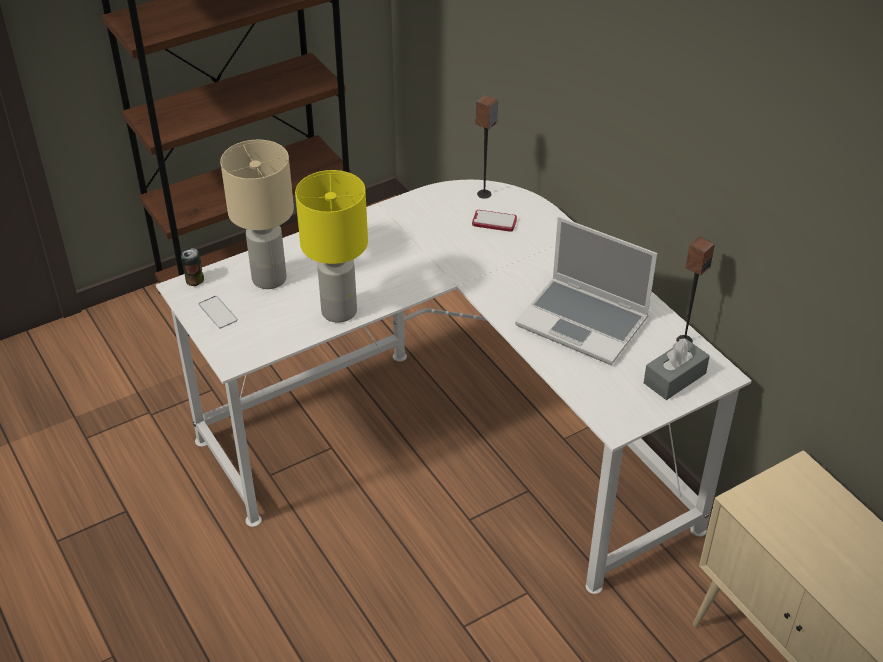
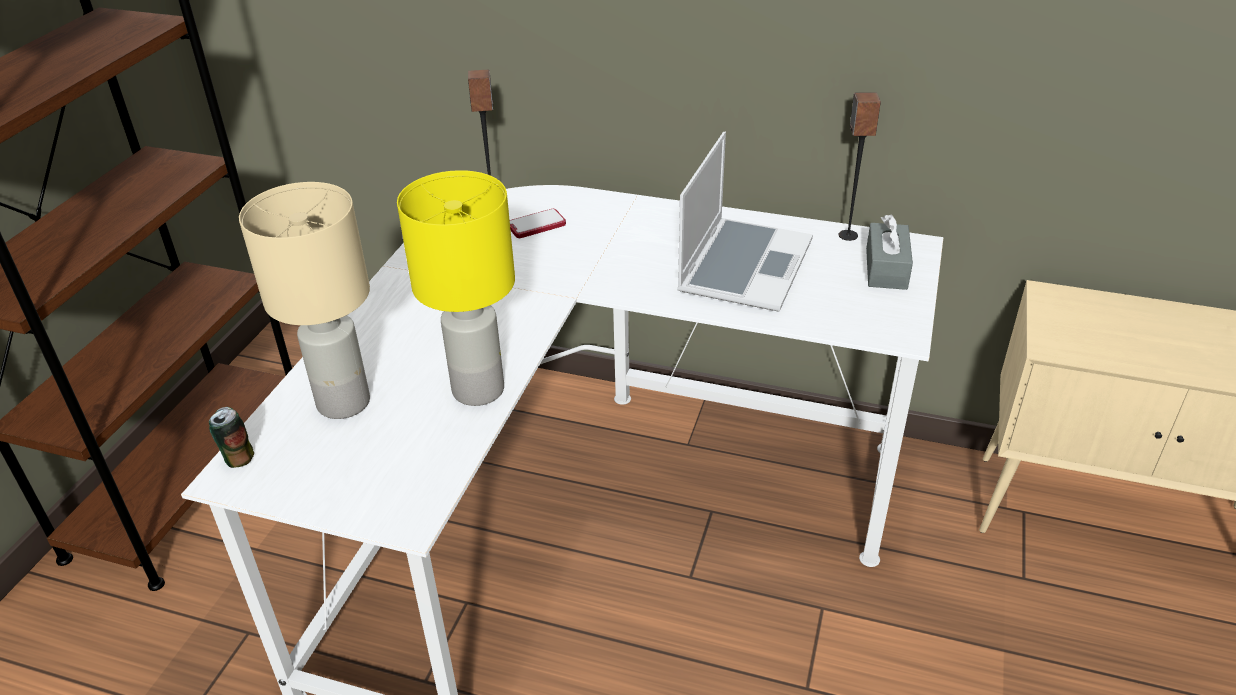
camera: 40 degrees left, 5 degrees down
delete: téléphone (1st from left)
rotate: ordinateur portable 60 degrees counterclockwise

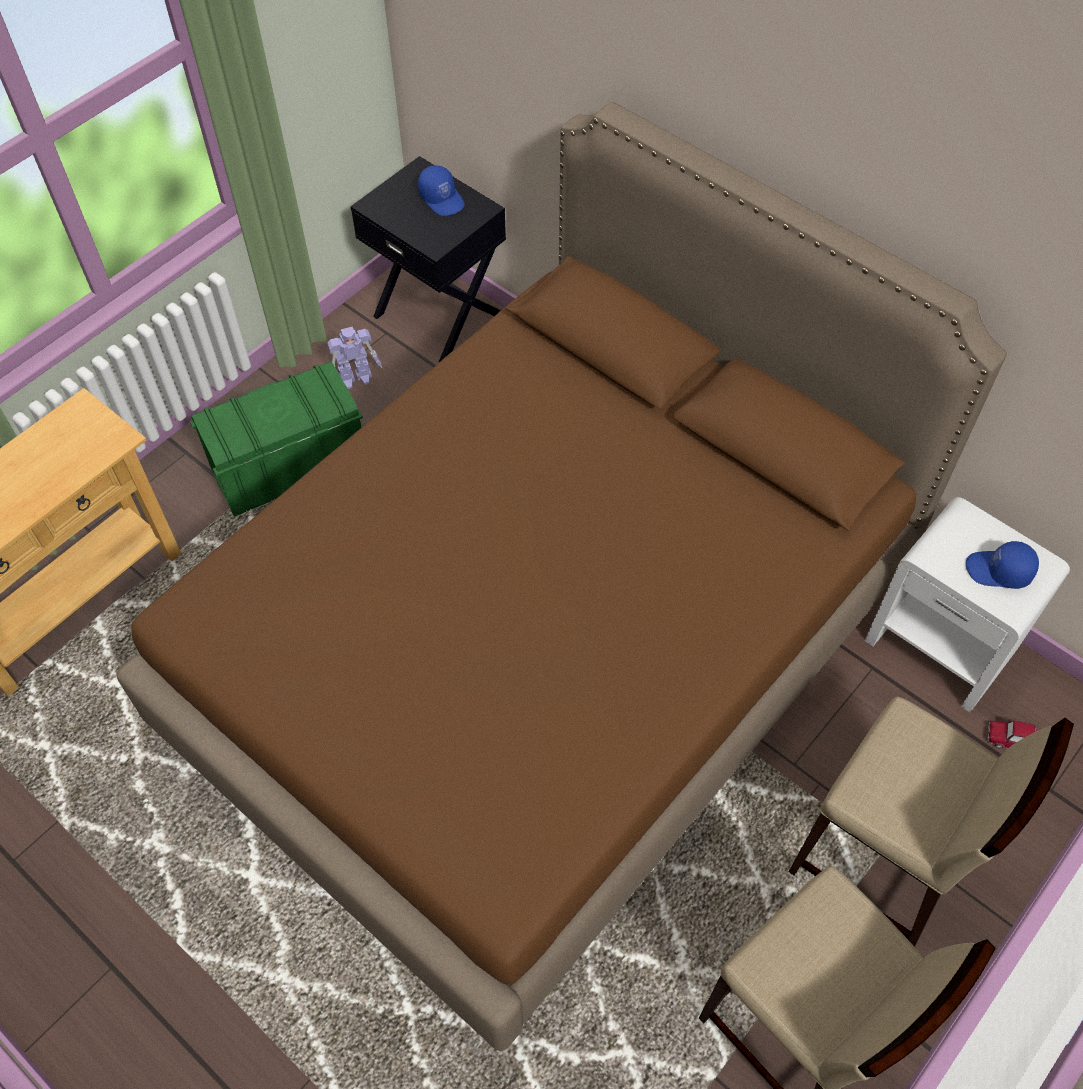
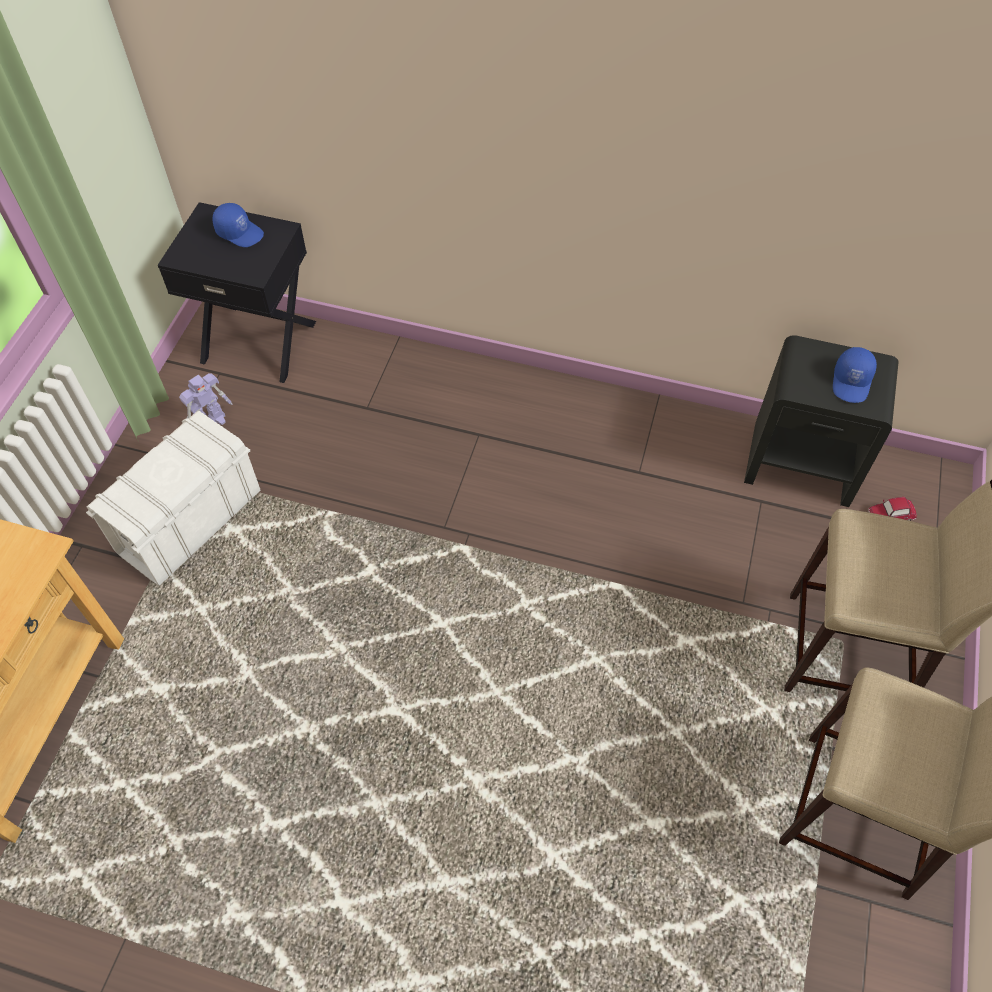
camera: 25 degrees left, 0 degrees up
delete: lit/marron
recolor: boîte de rangement/vert to boîte de rangement/blanc; table de chevet/blanc to table de chevet/noir (2nd from left)
rotate: casquette/bleu (2nd from left) 60 degrees counterclockwise

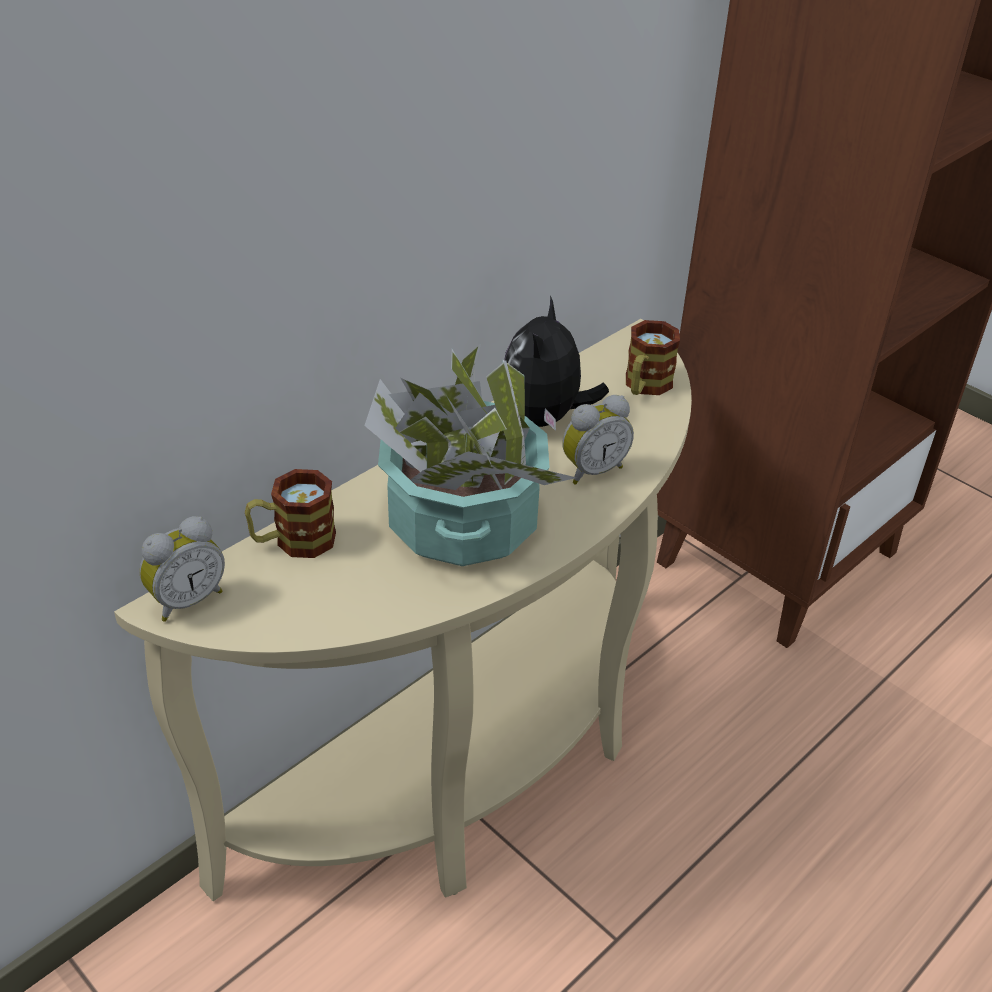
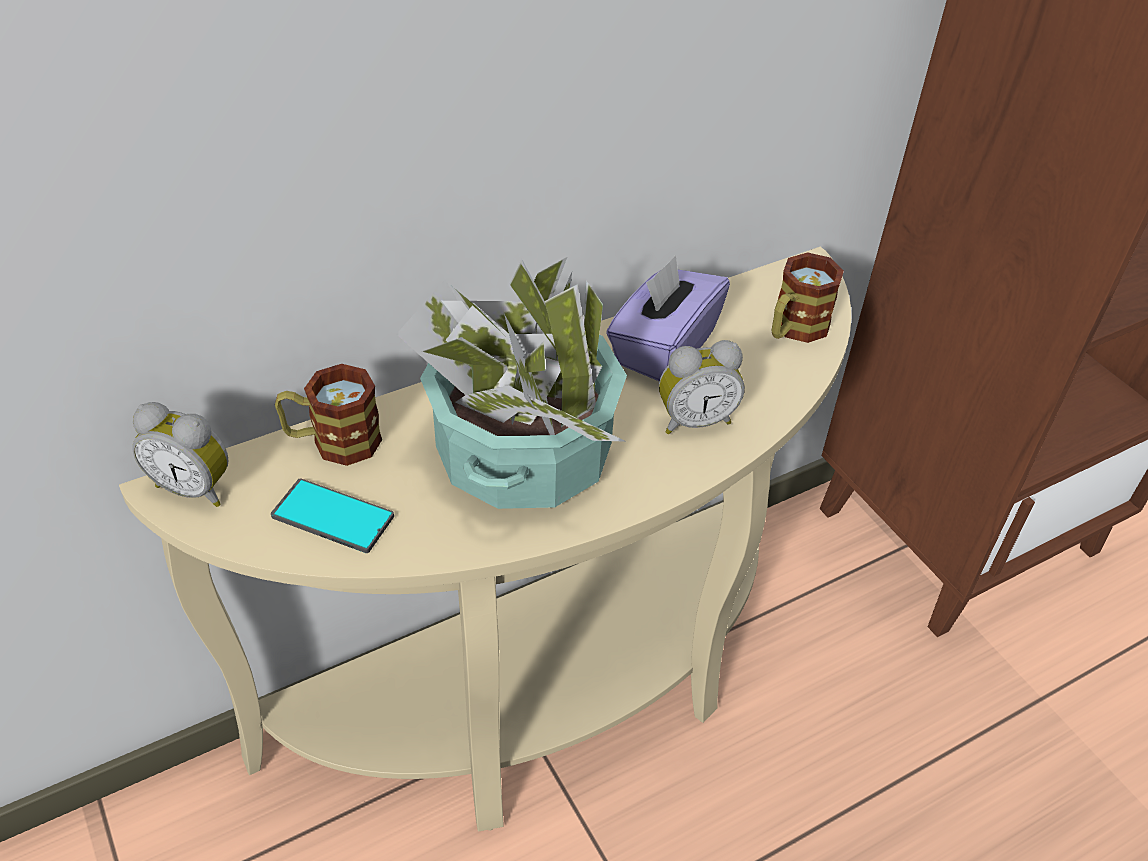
camera: 15 degrees right, 5 degrees up
insert: téléphone
replace: peluche to boîte à mouchoirs/violet
rotate: réveil (1st from left) 45 degrees clockwise

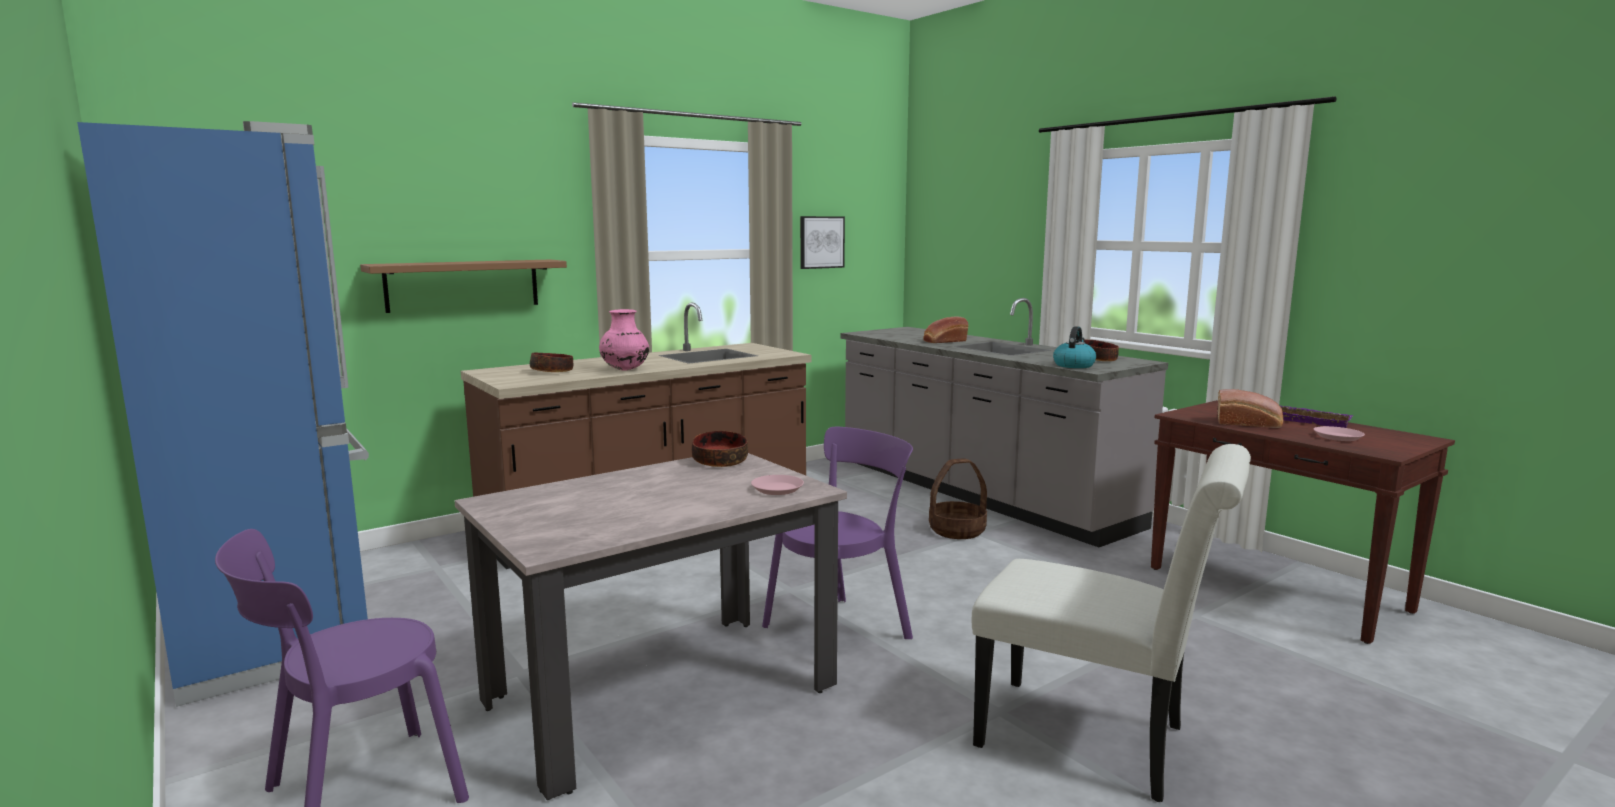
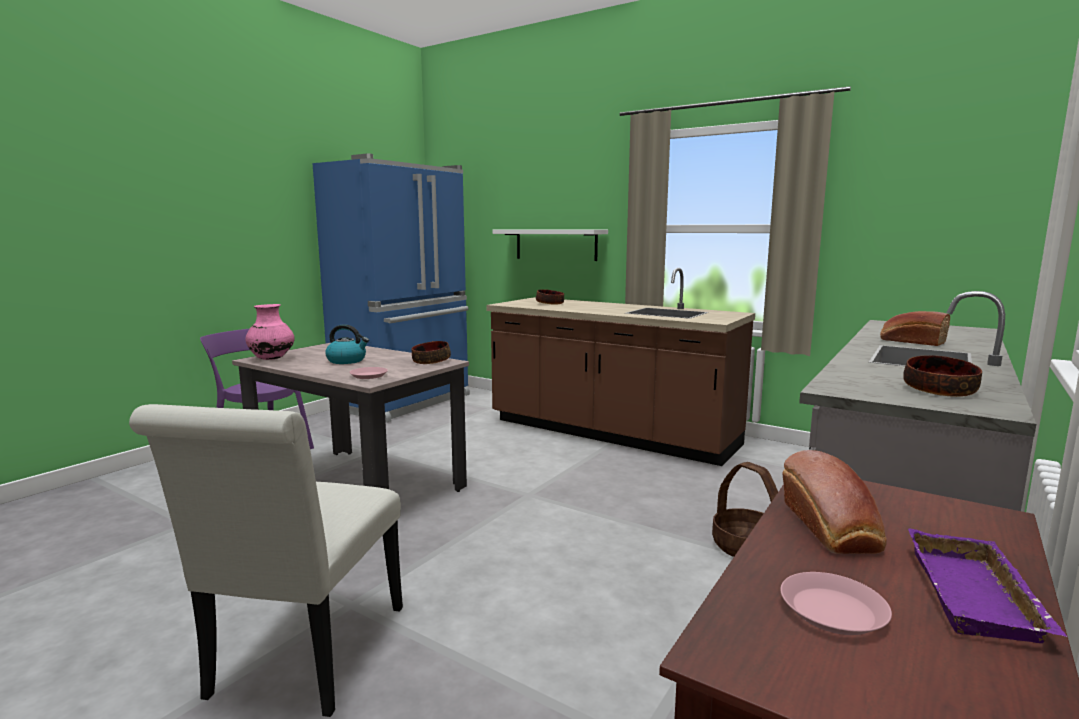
camera: 70 degrees right, 0 degrees up
delete: chaise/violet (2nd from left); tableau
move: vase/rose; bouilloire
recolor: étagère/marron to étagère/blanc

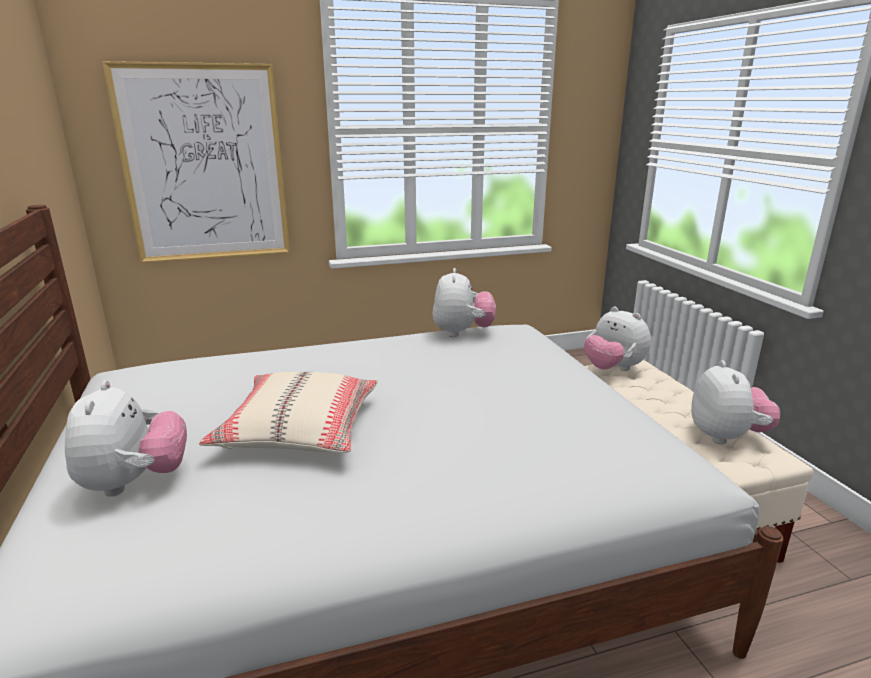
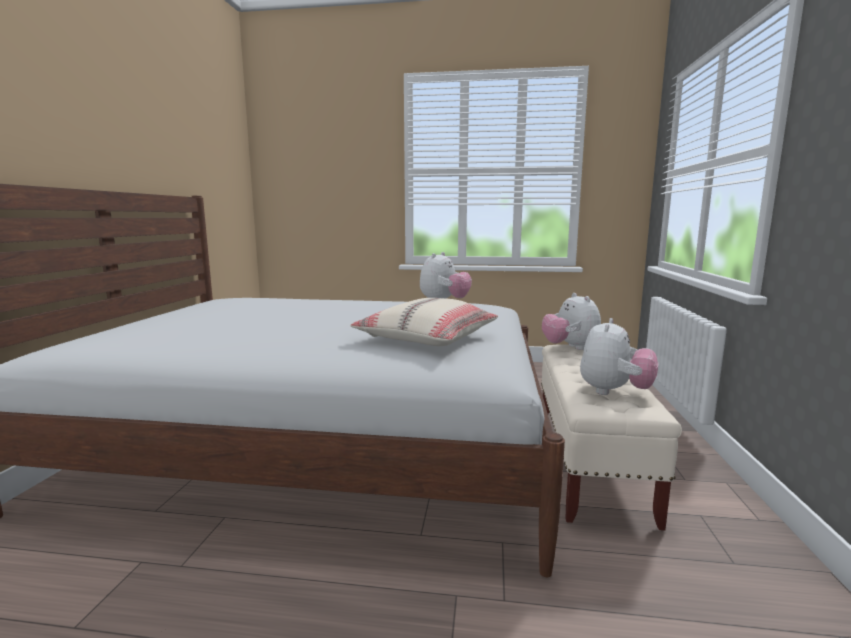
camera: 25 degrees right, 10 degrees down
delete: peluche (1st from left); tableau
move: coussin/beige

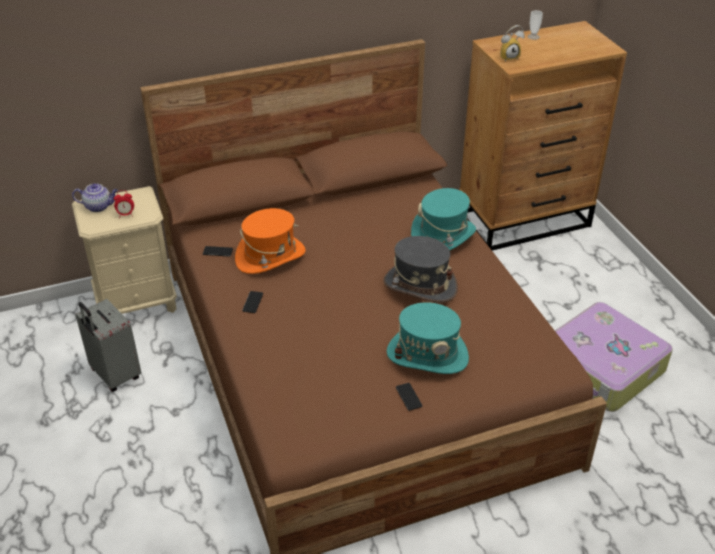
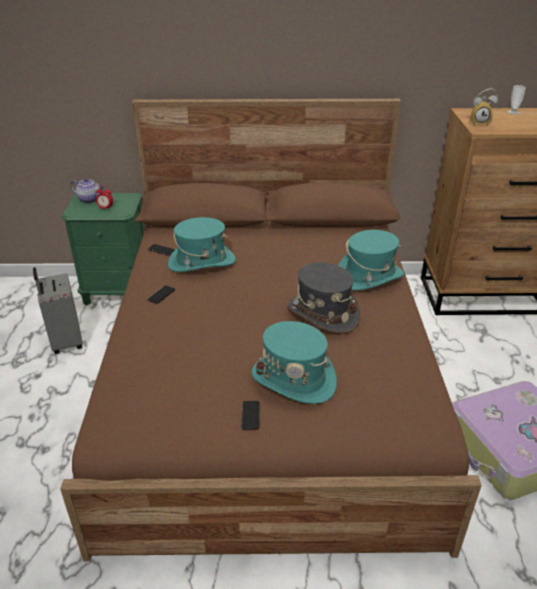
camera: 20 degrees right, 5 degrees down
recolor: table de chevet/beige to table de chevet/vert; chapeau/orange to chapeau/turquoise (1st from left)

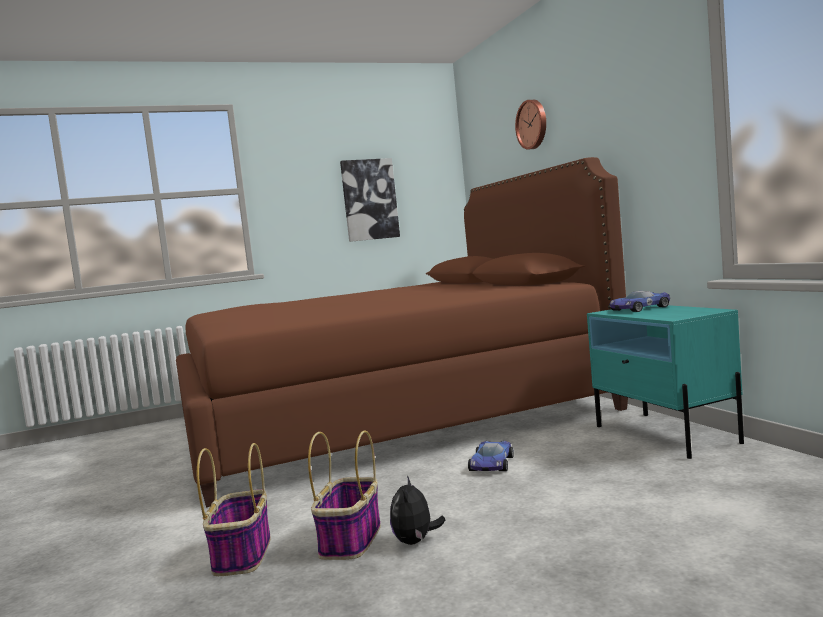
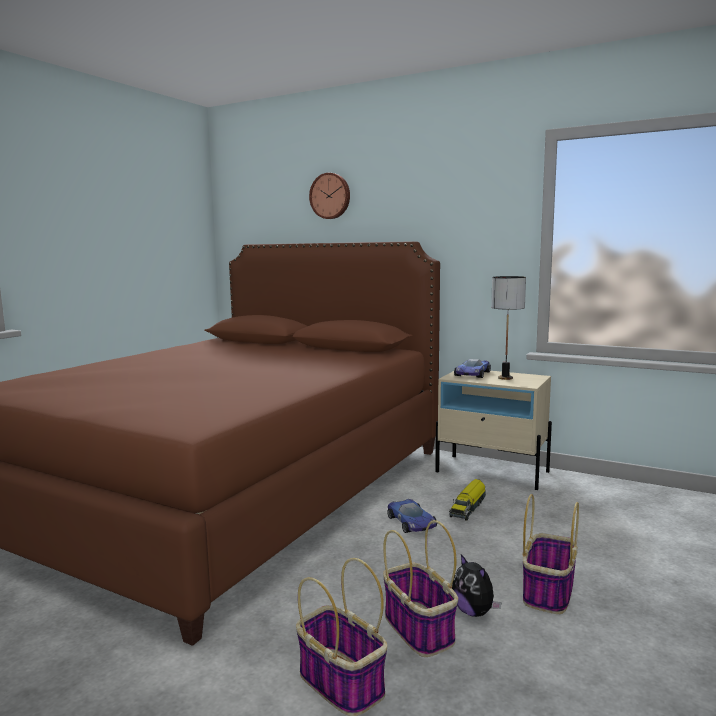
camera: 40 degrees left, 5 degrees up
delete: tableau
insert: camion jouet; lampe de table; panier (3rd from left)
recolor: table de chevet/turquoise to table de chevet/beige

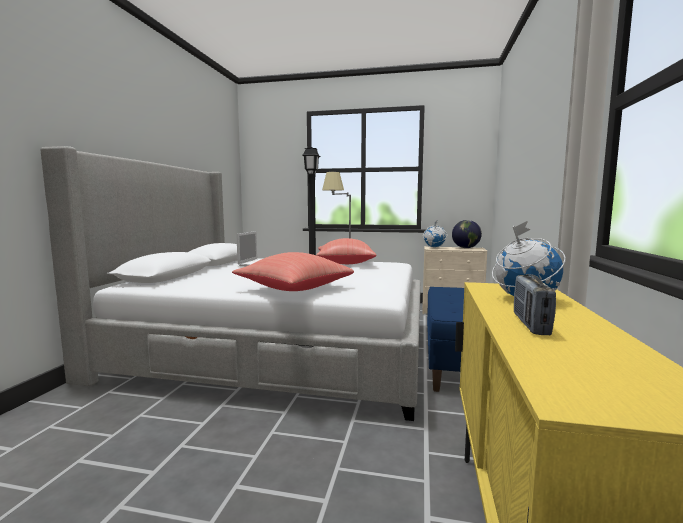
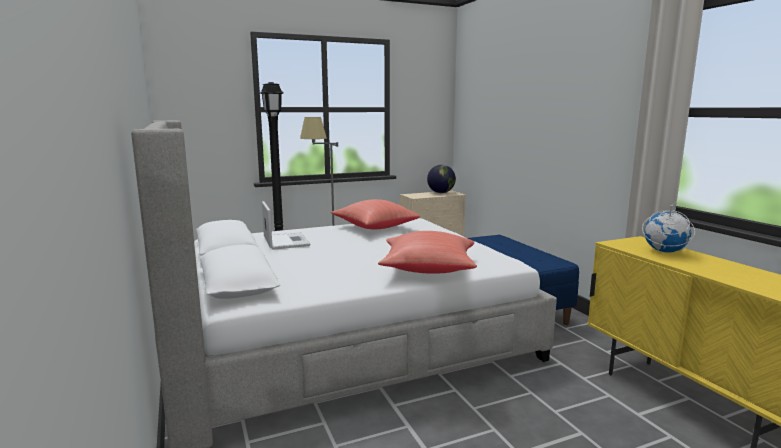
camera: 35 degrees left, 5 degrees up
delete: globe (1st from left); radio

